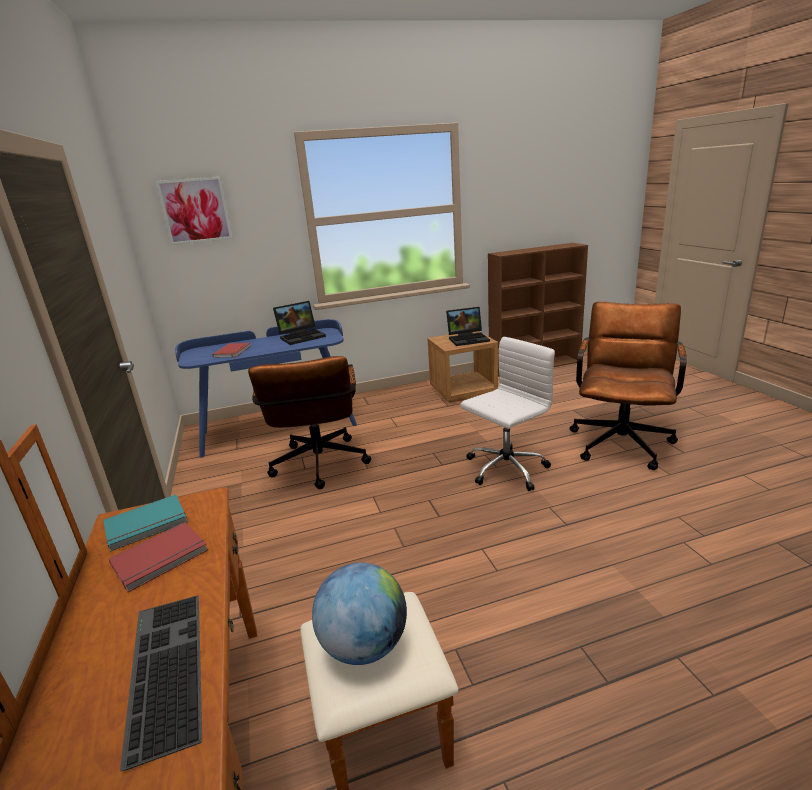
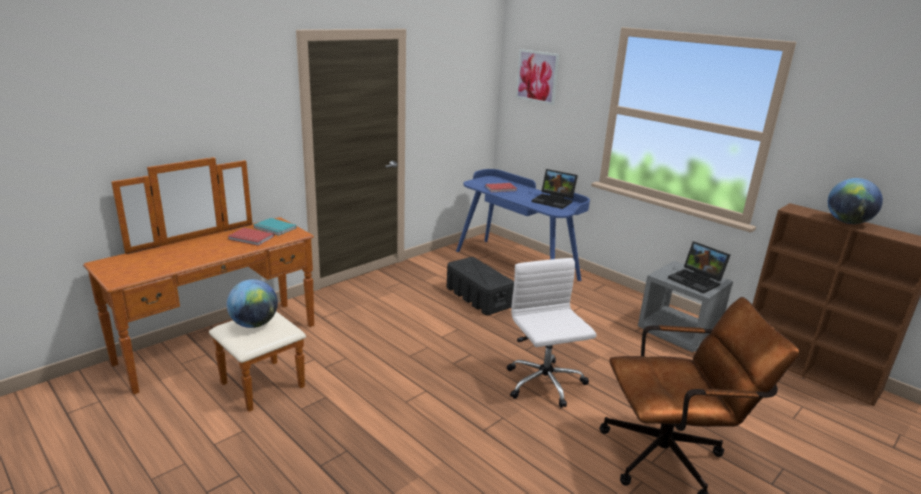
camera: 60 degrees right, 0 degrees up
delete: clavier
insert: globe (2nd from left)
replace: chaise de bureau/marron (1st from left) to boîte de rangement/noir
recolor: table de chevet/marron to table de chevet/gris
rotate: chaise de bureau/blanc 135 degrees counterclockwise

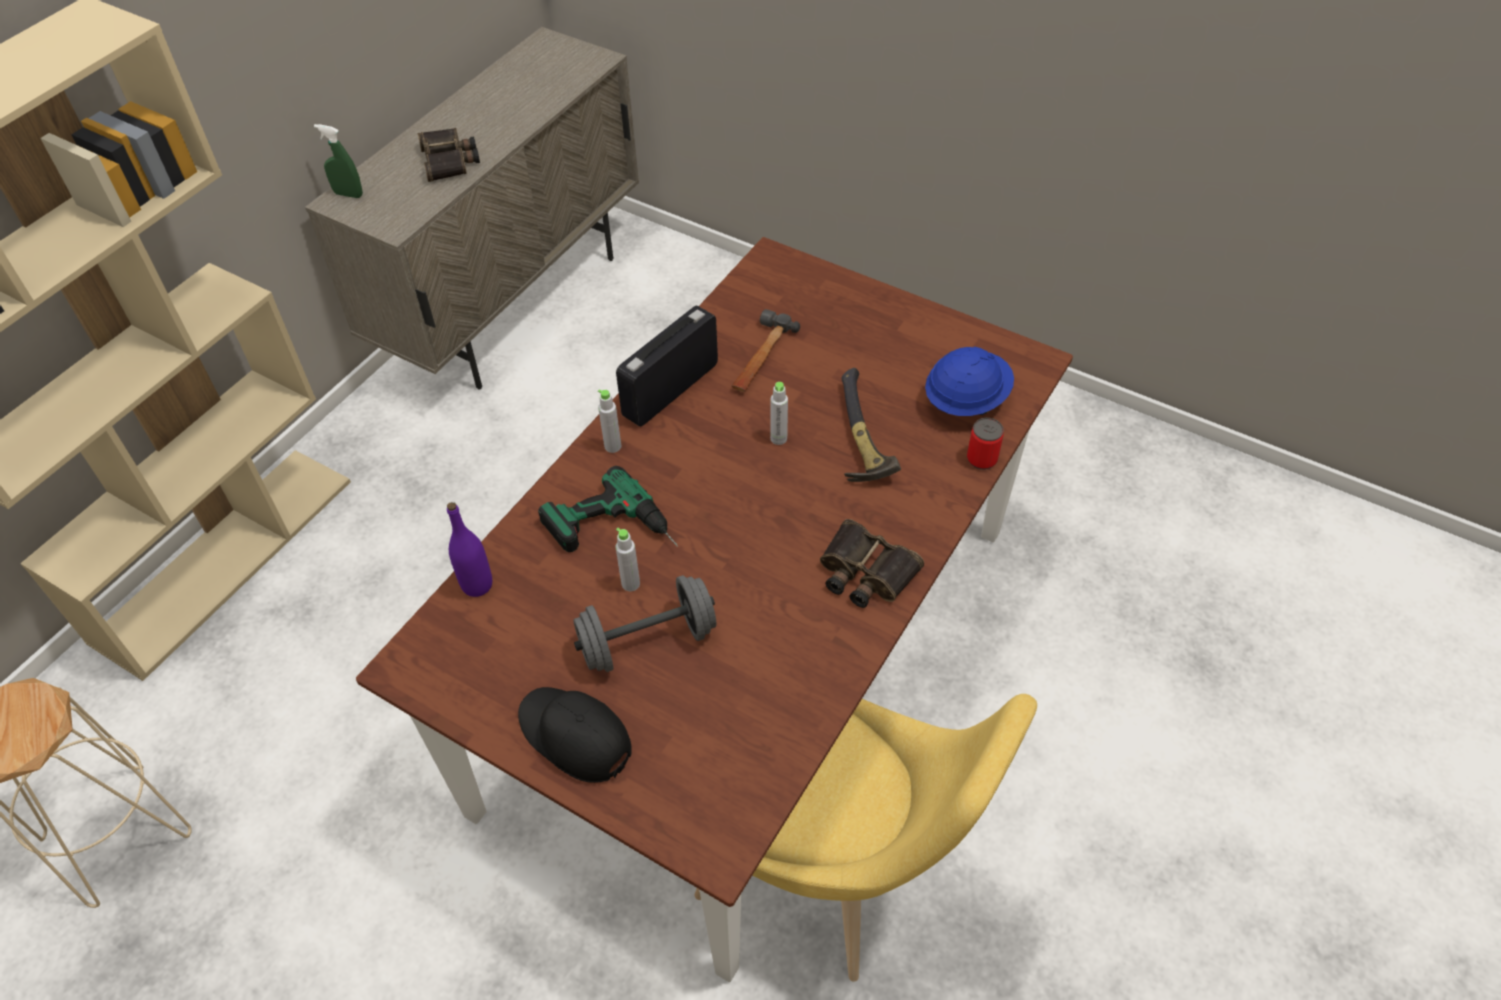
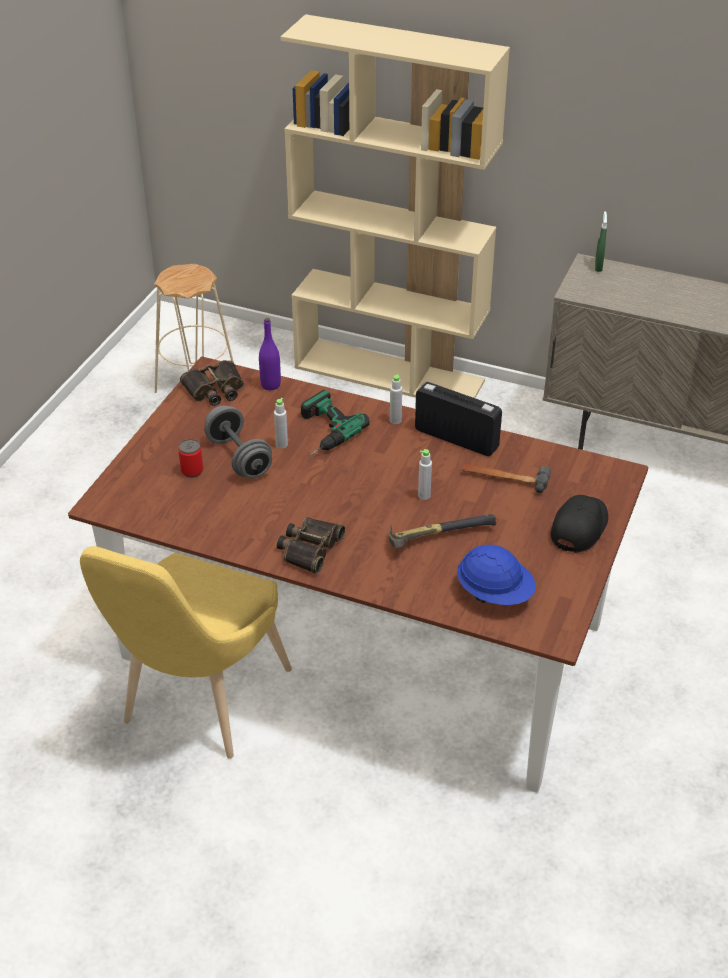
camera: 80 degrees right, 10 degrees down
move: jumelles (1st from left); casquette/noir; boîte métallique

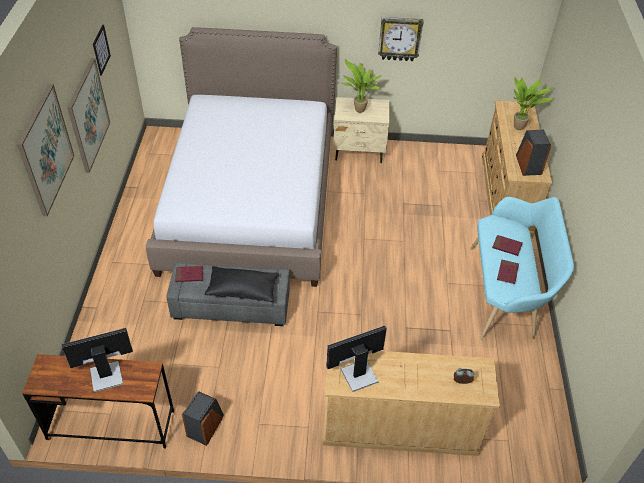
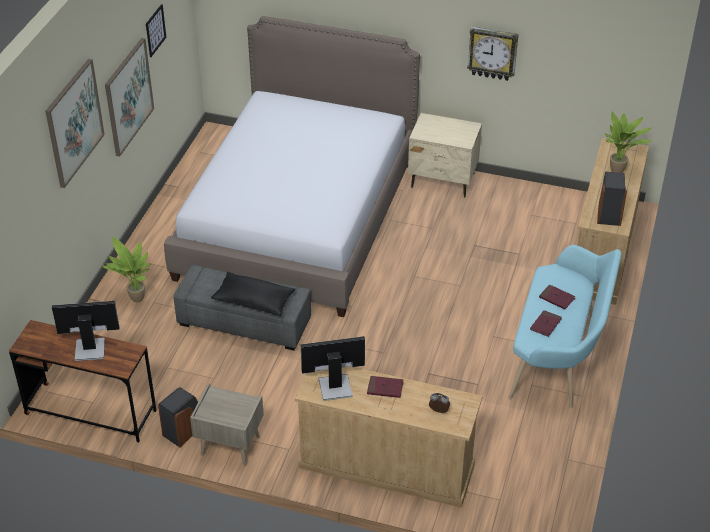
camera: 15 degrees right, 5 degrees down
insert: table de chevet/beige (1st from left)
move: livre/rouge (1st from left); plante en pot (1st from left)

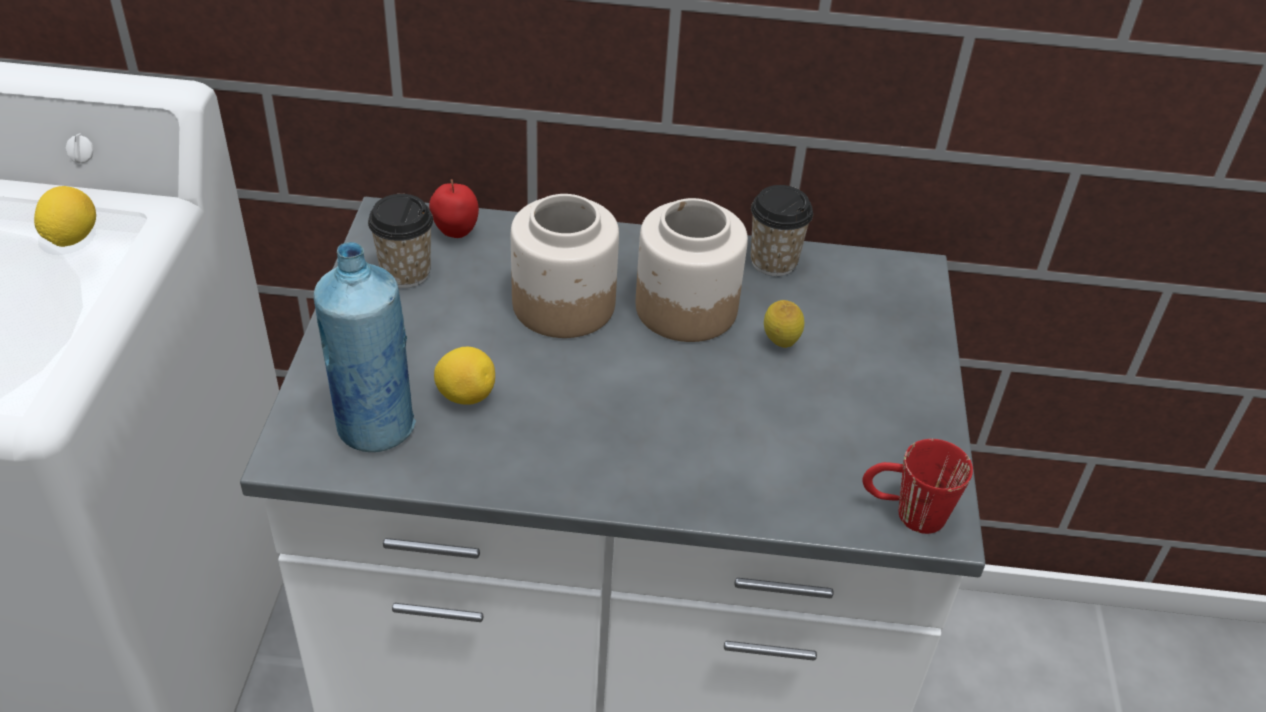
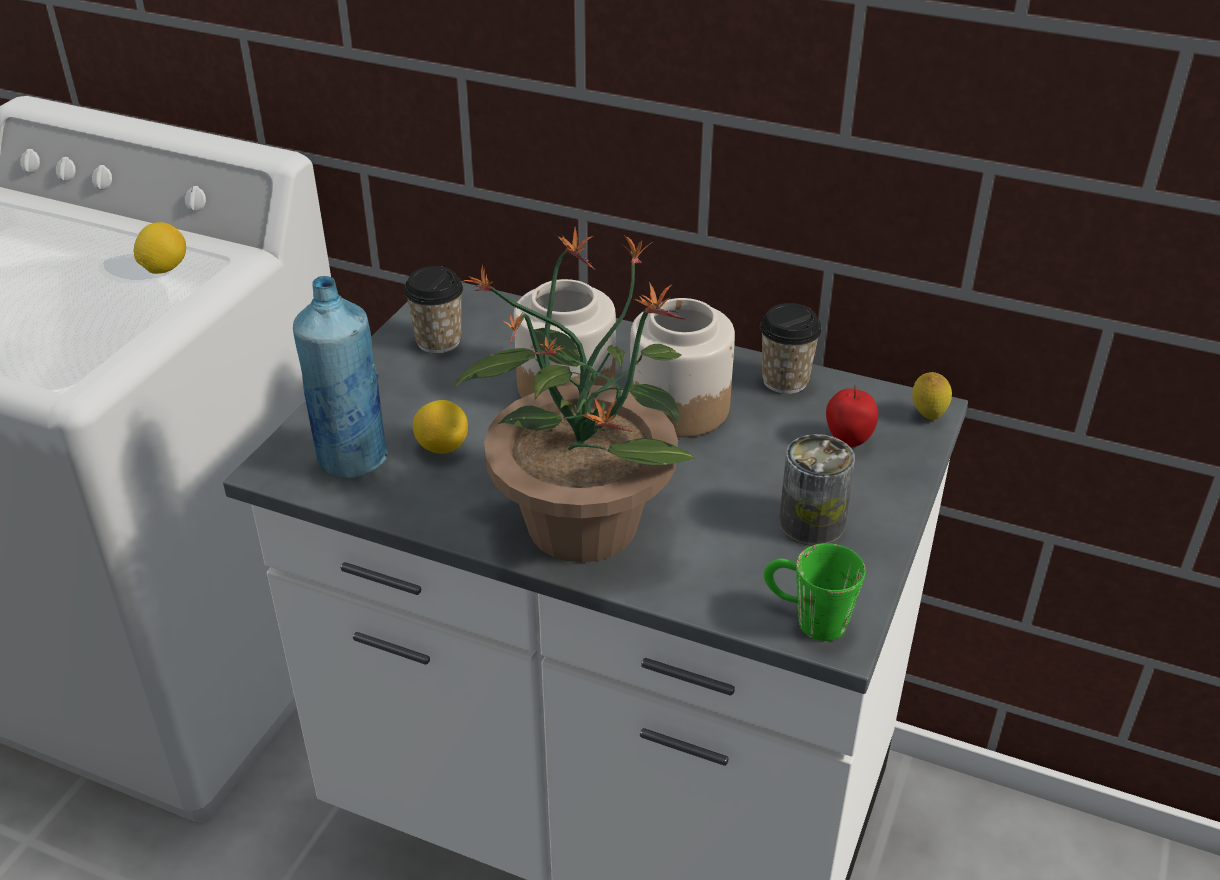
camera: 20 degrees right, 5 degrees down
insert: plante en pot; boîte métallique
move: pomme; citron (3rd from left)
recolor: mug/rouge to mug/vert

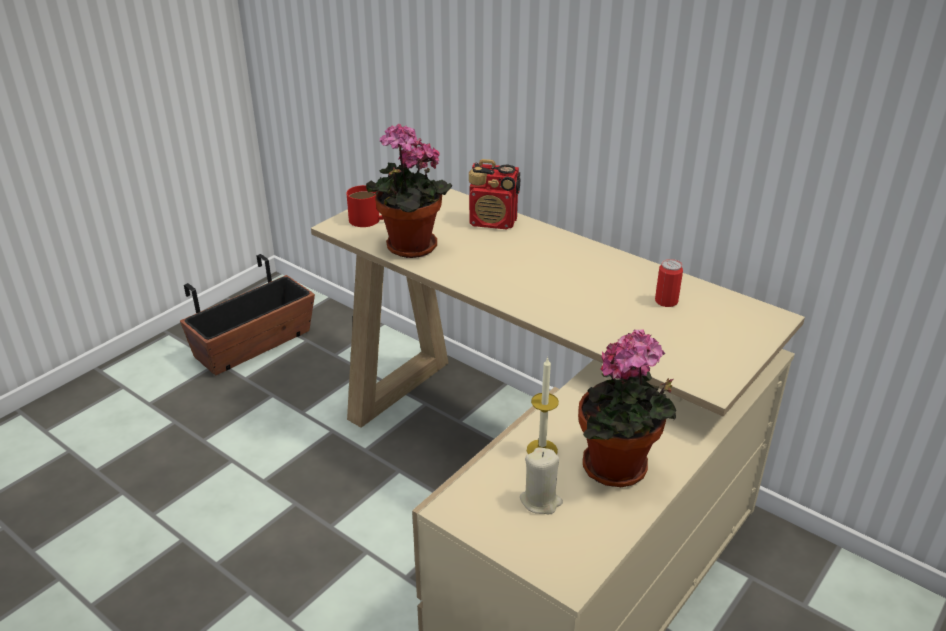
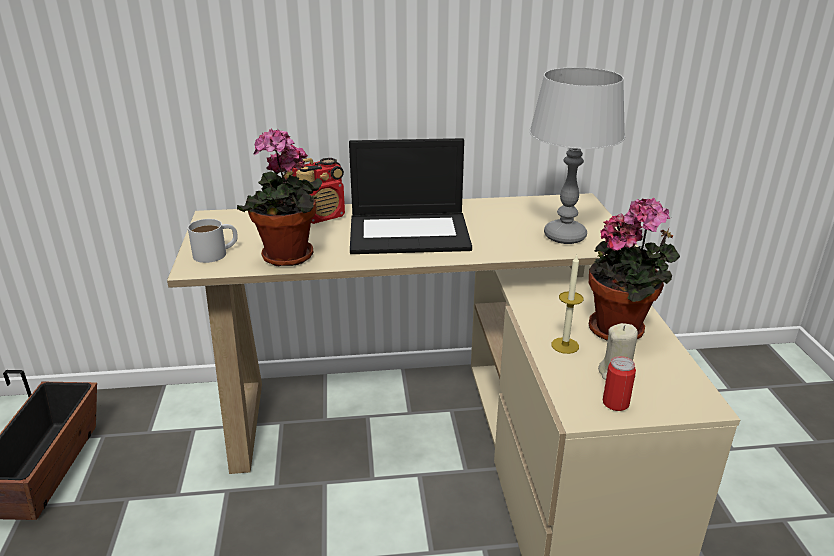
camera: 45 degrees left, 5 degrees down
insert: ordinateur portable; lampe de table/gris
move: boîte métallique
recolor: mug/rouge to mug/blanc

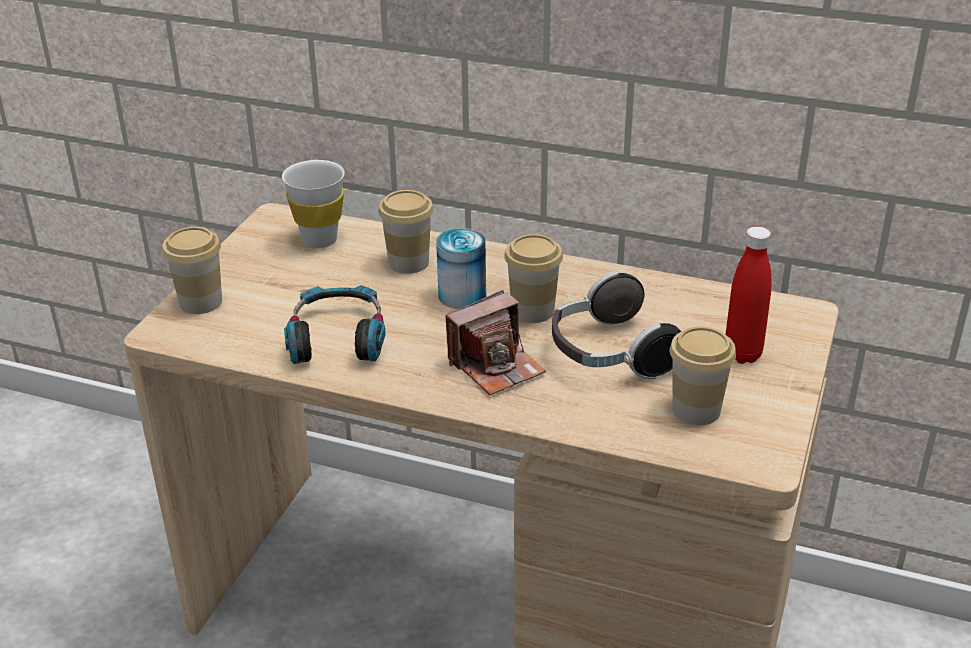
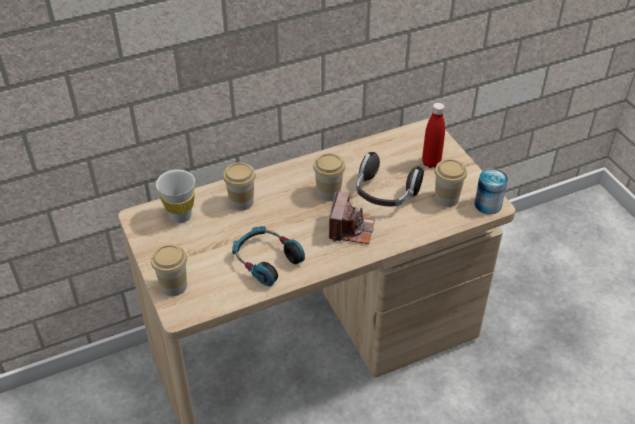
camera: 45 degrees left, 10 degrees up
move: boîte métallique

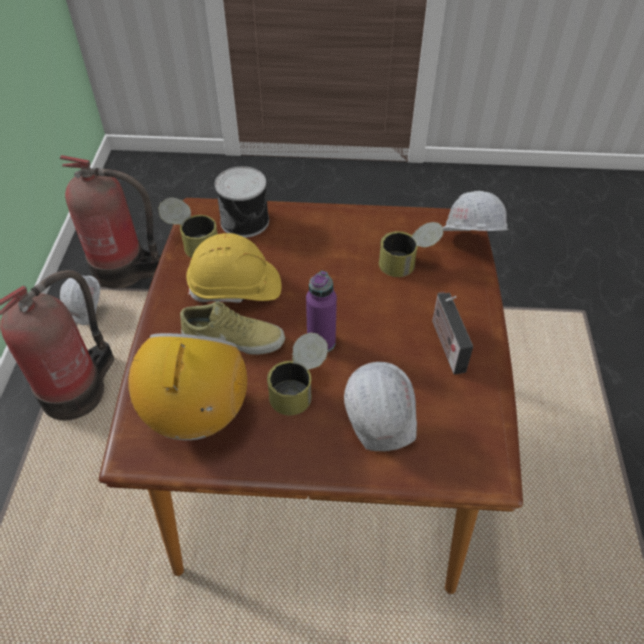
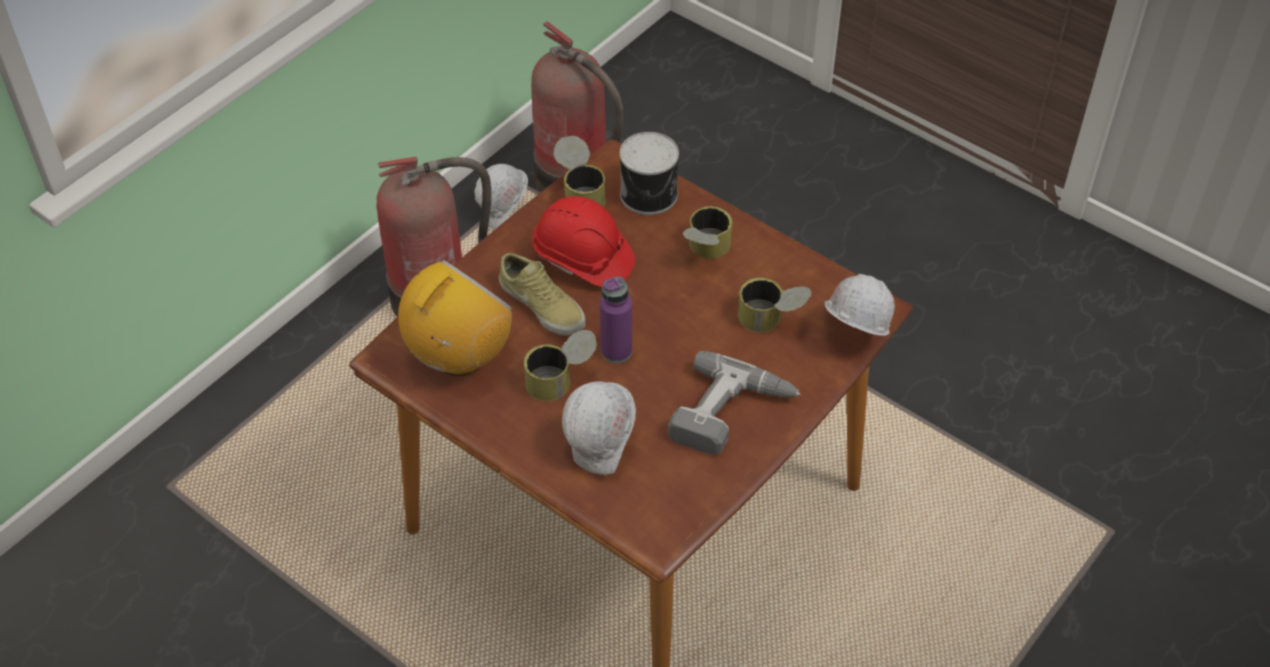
camera: 35 degrees right, 0 degrees up
insert: boîte métallique (4th from left)
replace: radio (2nd from left) to perceuse
recolor: casque de chantier/jaune to casque de chantier/rouge

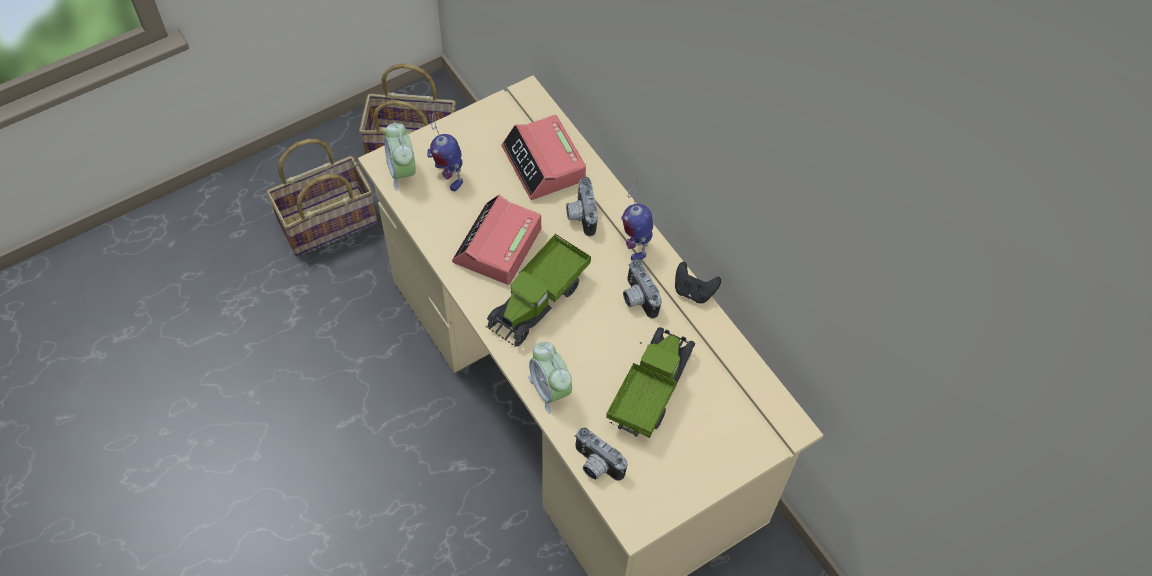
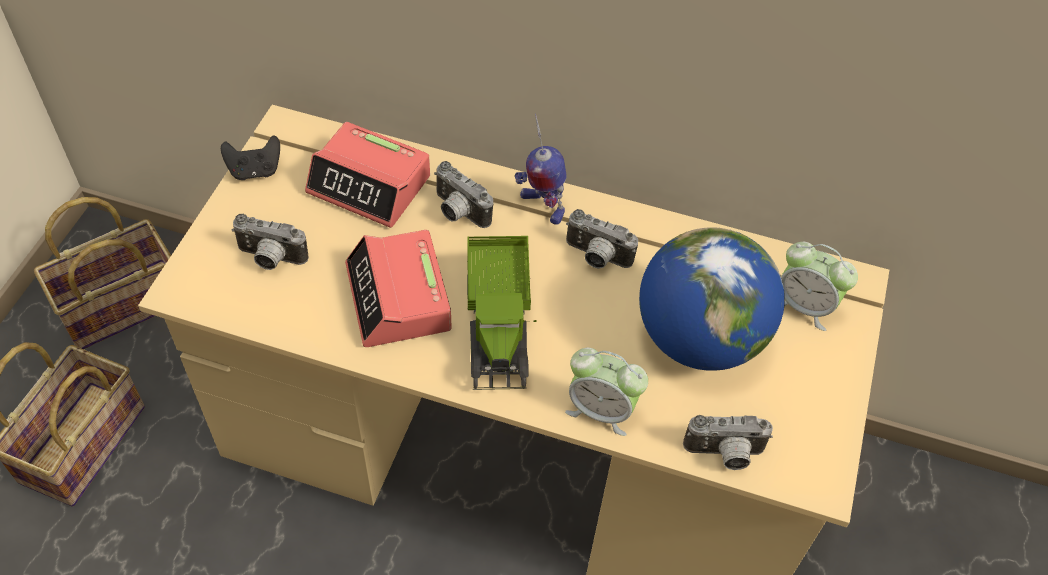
camera: 40 degrees left, 5 degrees down
move: réveil (1st from left in the first image) to réveil (4th from left); manette/noir
replace: robot jouet (1st from left) to appareil photo (1st from left); camion jouet (2nd from left) to globe

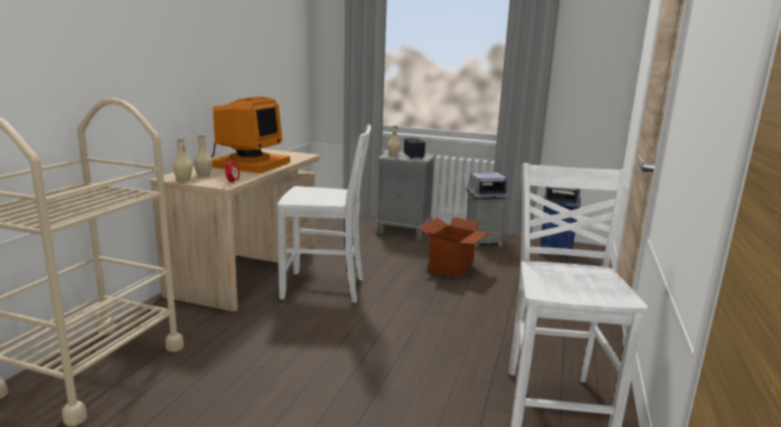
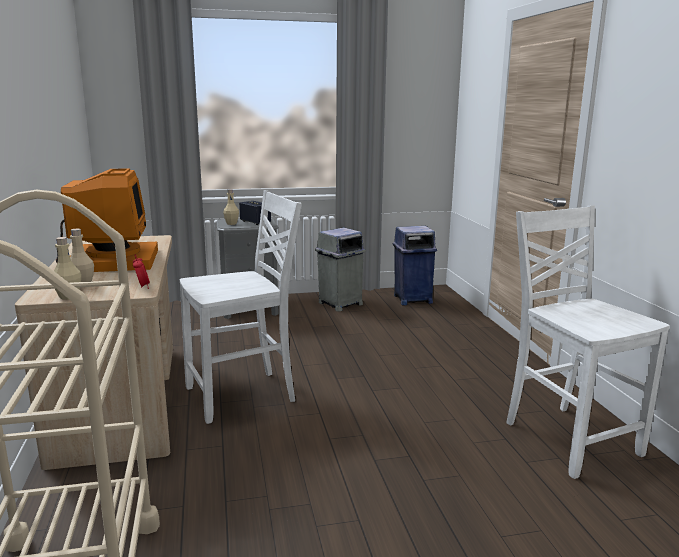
camera: 30 degrees left, 0 degrees up
delete: carton

